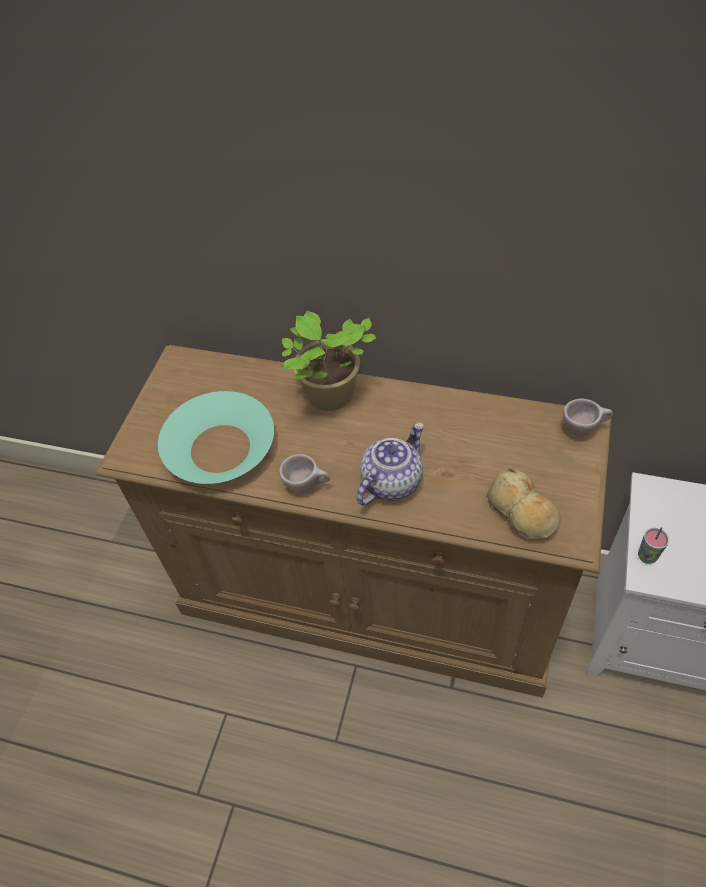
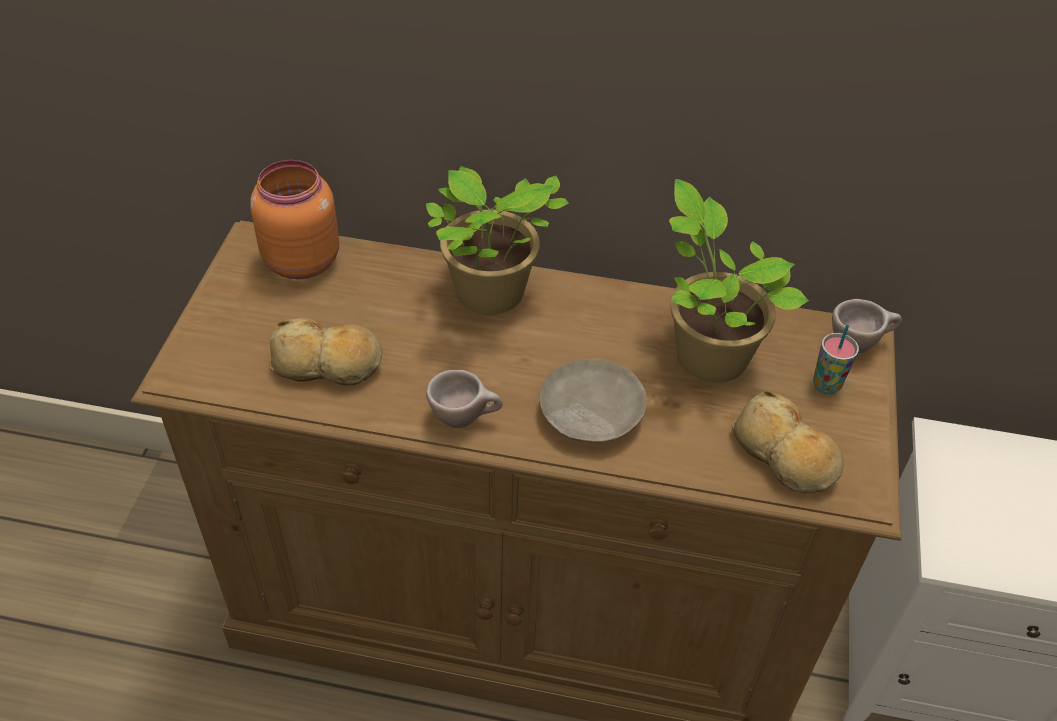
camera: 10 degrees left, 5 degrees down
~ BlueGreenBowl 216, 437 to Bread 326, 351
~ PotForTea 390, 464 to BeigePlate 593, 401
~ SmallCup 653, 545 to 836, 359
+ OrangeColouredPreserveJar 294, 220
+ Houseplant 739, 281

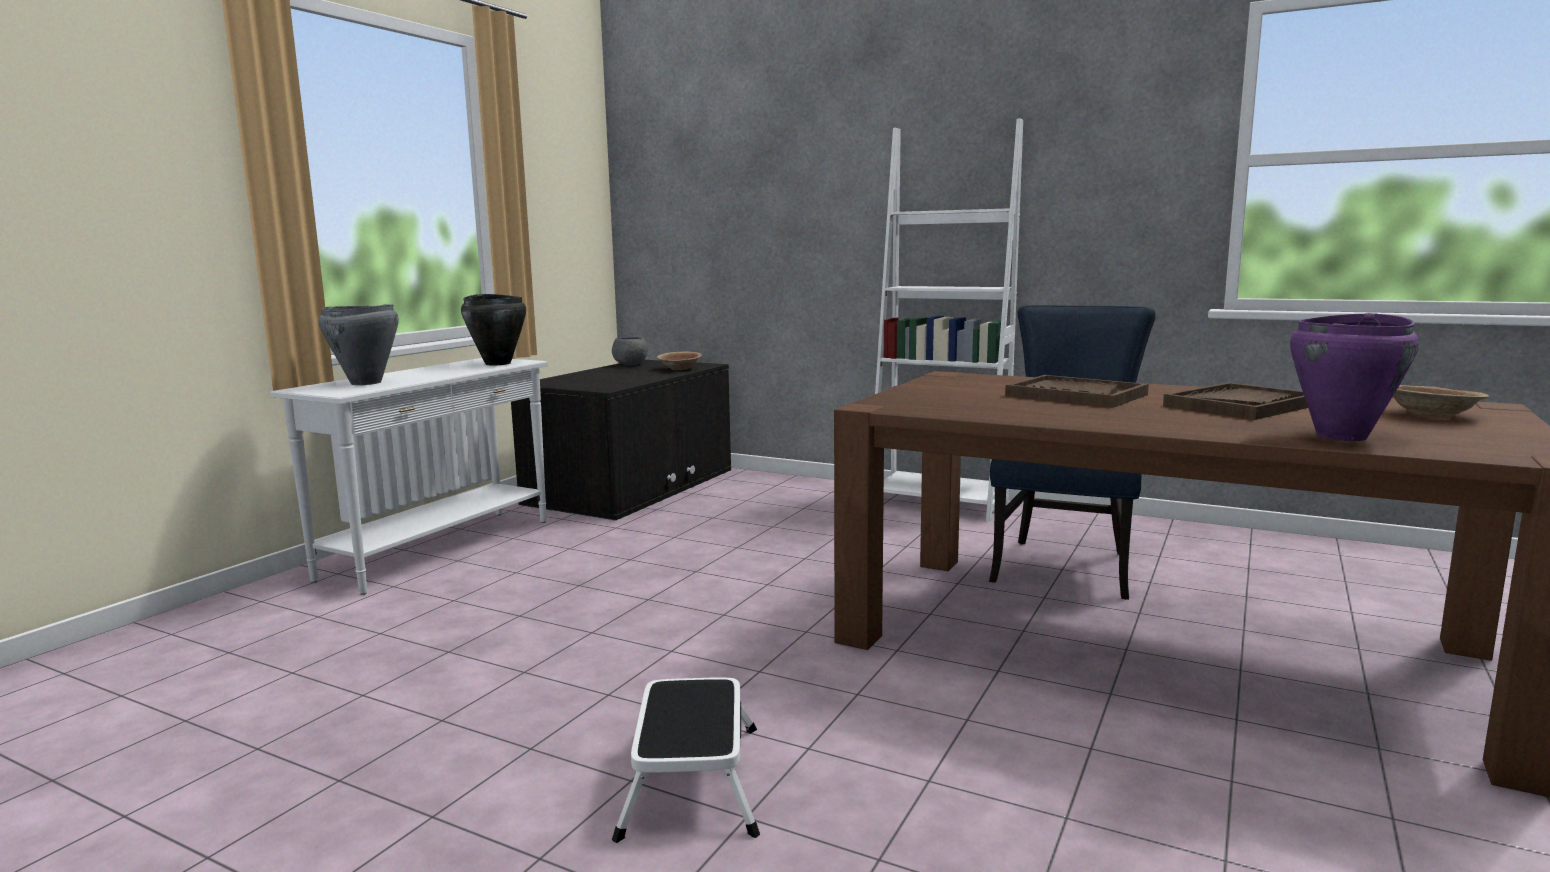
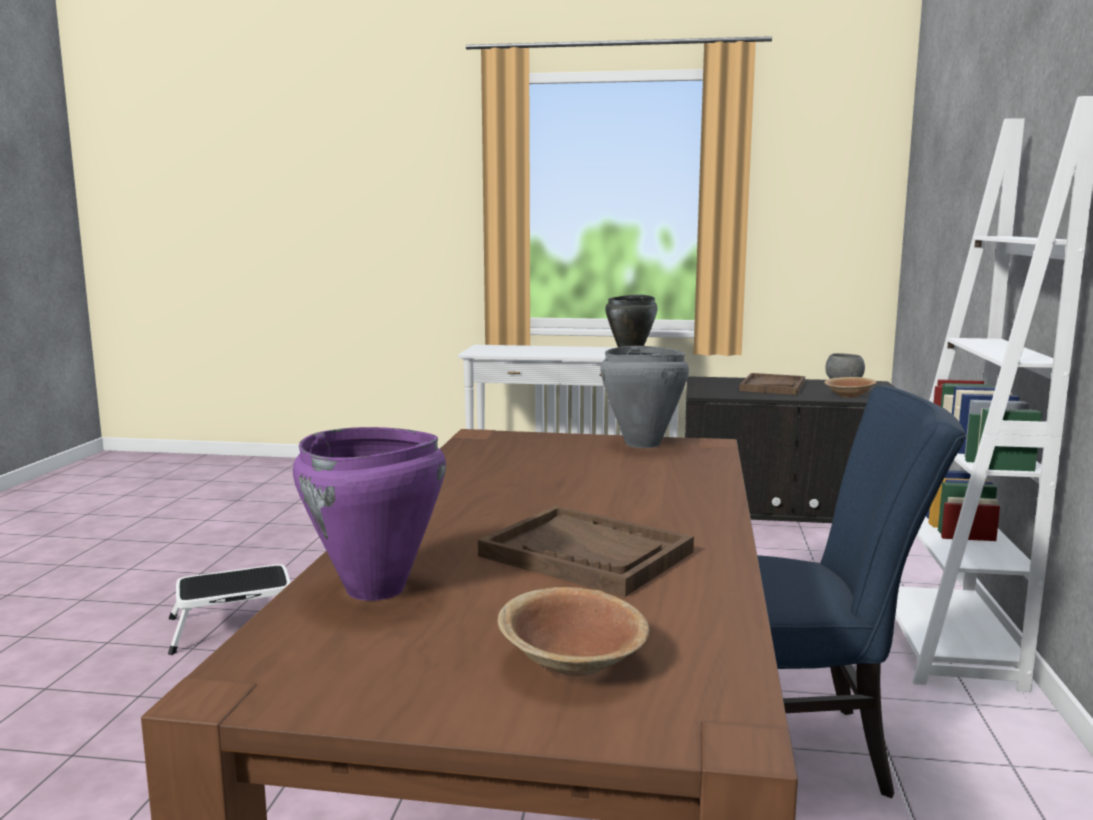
camera: 70 degrees right, 0 degrees up
~ GreyishCookingPot 358, 344 to 644, 396
~ BrownColouredTray 1077, 391 to 772, 384

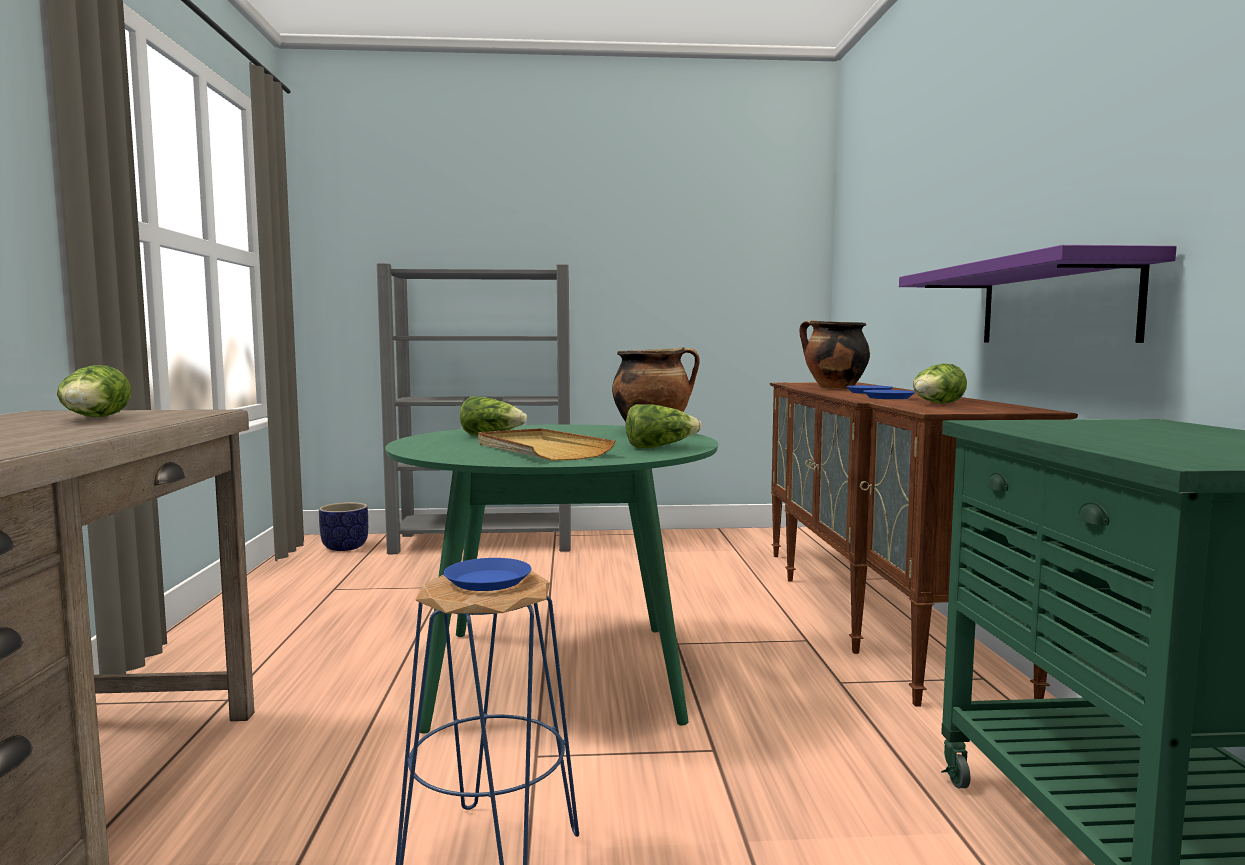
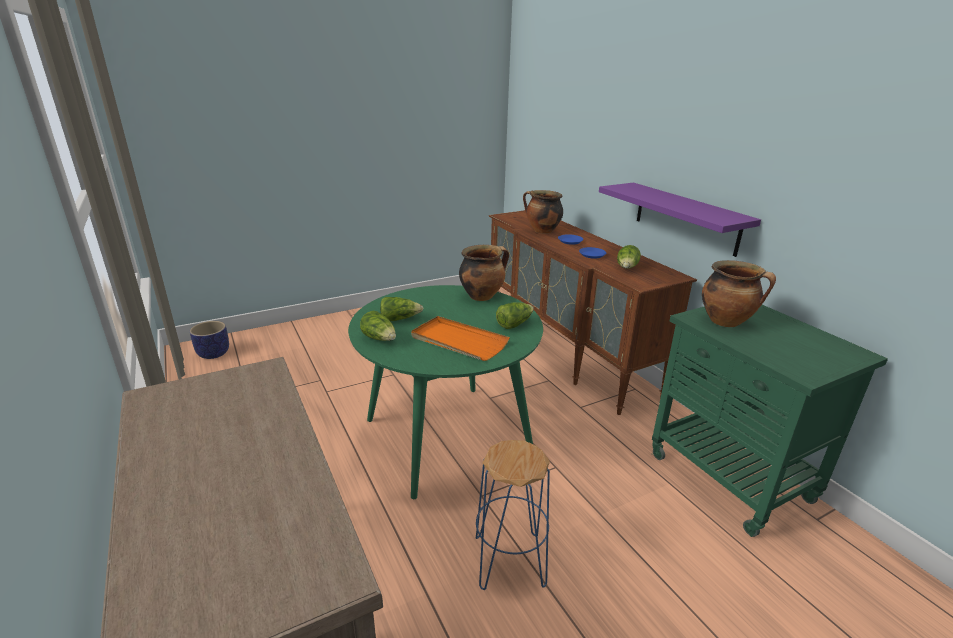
camera: 25 degrees left, 20 degrees up
- GreyishBookcase 474, 408
~ HeadOfLettuce 94, 391 to 378, 326
~ BeigeTray 546, 444 to OrangeColouredTray 460, 338
- BlueColouredPlate 488, 574
+ CookingPot 739, 293

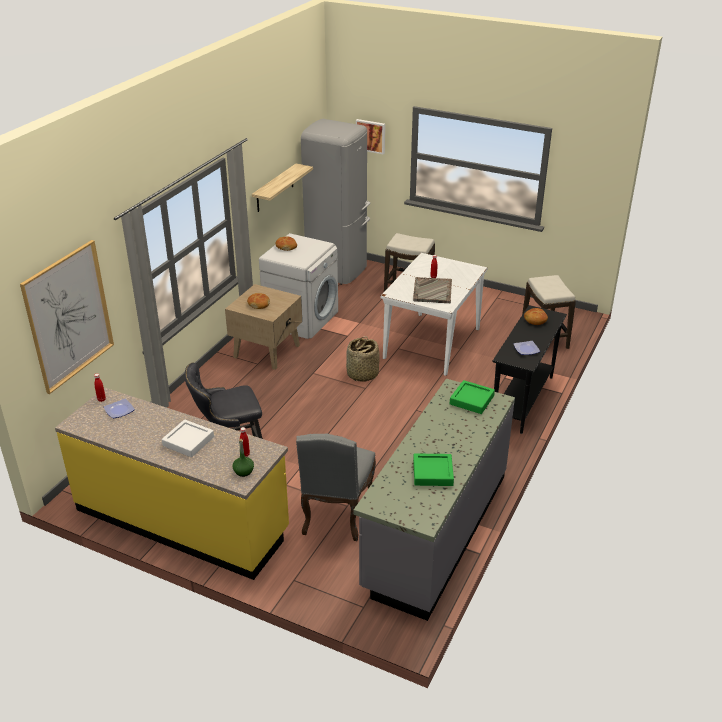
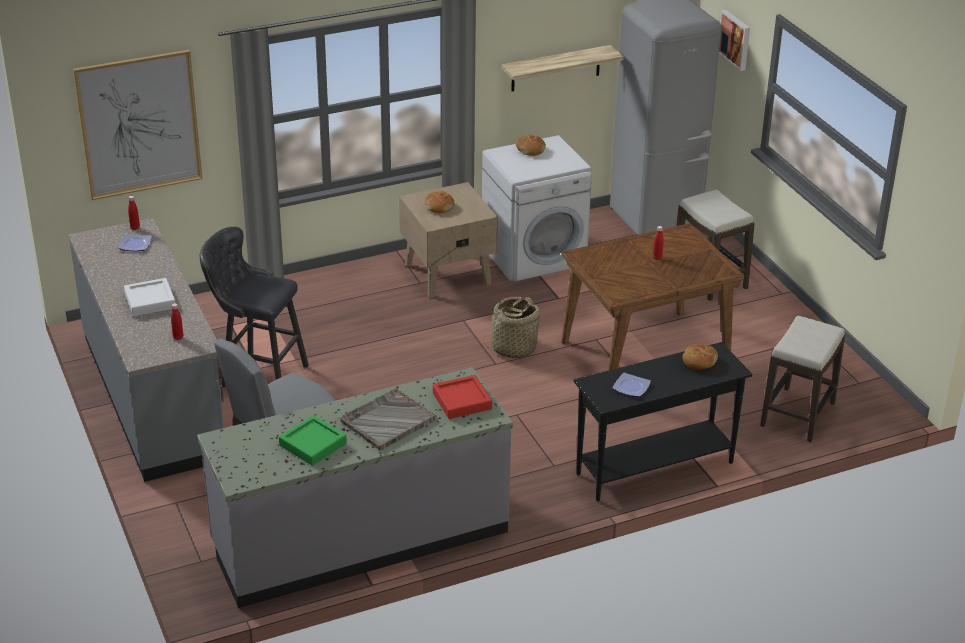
camera: 40 degrees right, 0 degrees up
~ WhitishDiningTable 434, 314 to BrownColouredDiningTable 653, 297
~ GreyishTray 432, 290 to 388, 419
~ GreenTray 472, 397 to RedTray 462, 397
~ YellowKitchenCounter 172, 483 to GreyishKitchenCounter 146, 350
- GreenDrinkBottle 243, 458

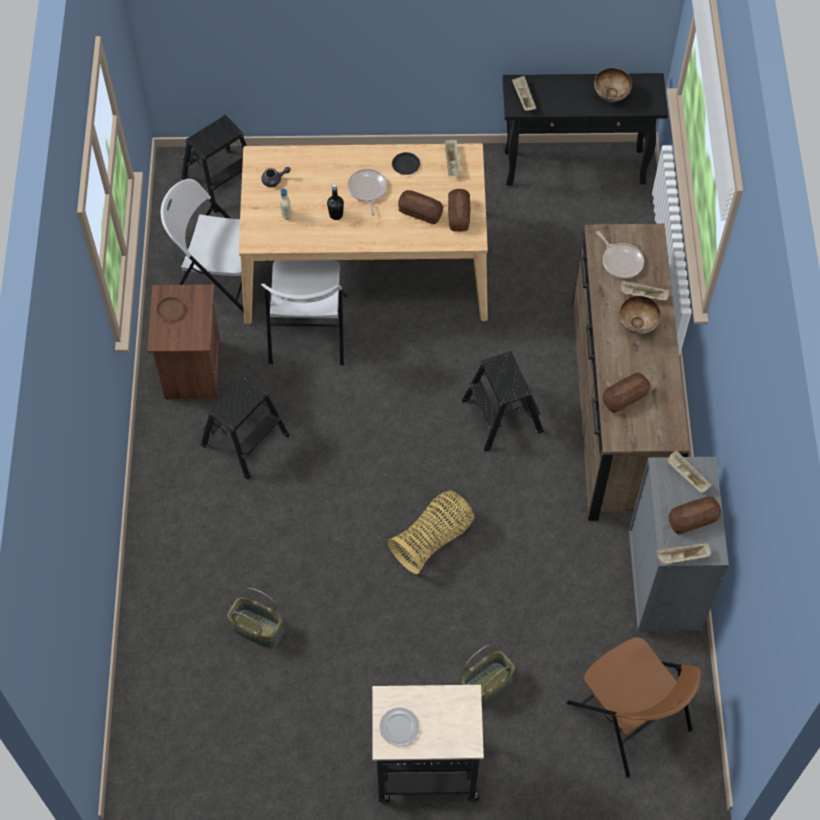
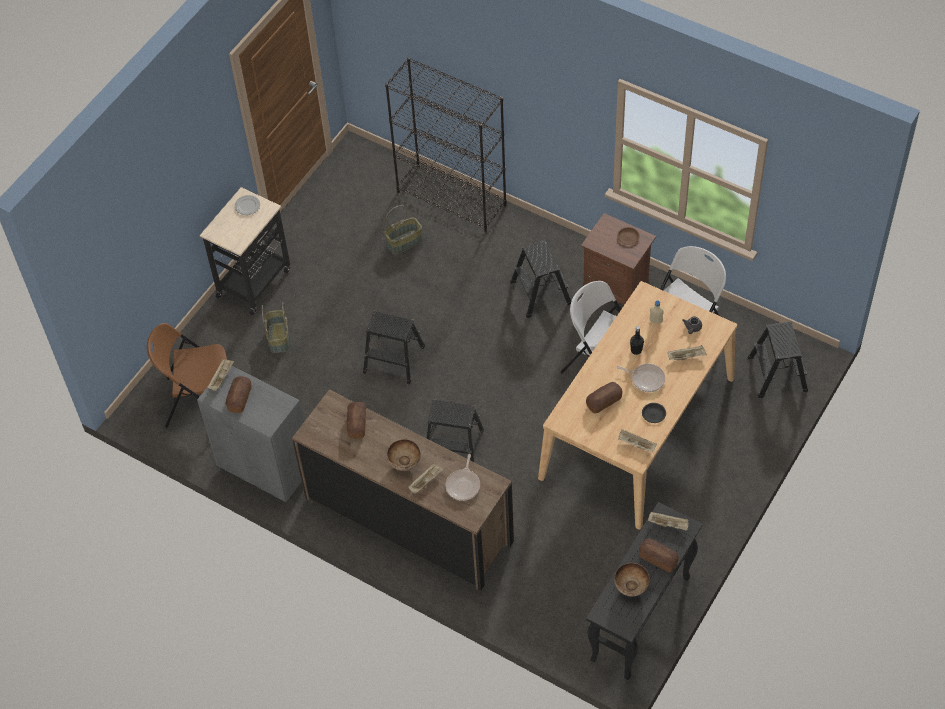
camera: 125 degrees right, 5 degrees down
~ Bread 459, 210 to 659, 555
~ Skillet 620, 255 = 462, 477 75 degrees counterclockwise
~ BeigeTray 689, 471 to 687, 352
~ StorageBasket 431, 532 to BlackColouredStepladder 394, 348
+ BlackColouredBookcase 445, 144

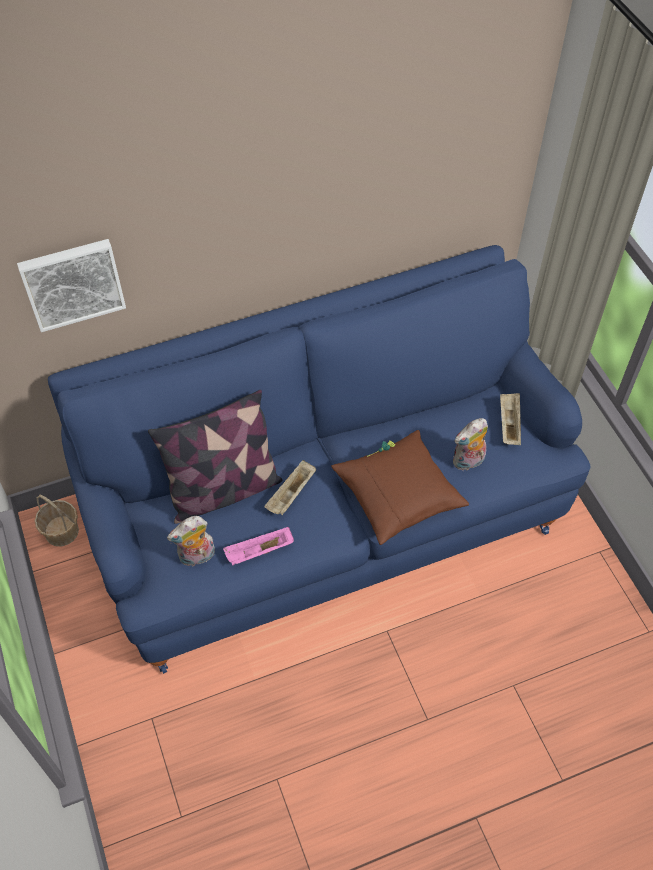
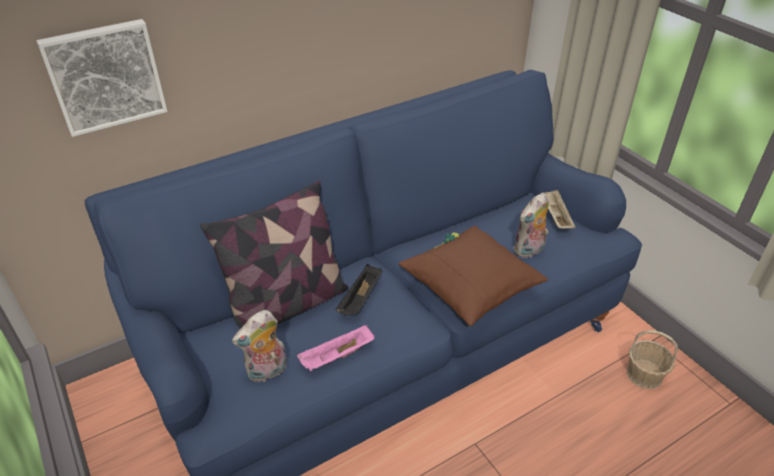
camera: 10 degrees left, 15 degrees down
~ BeigeTray 290, 487 to BlackColouredTray 359, 290
~ StorageBasket 57, 520 to 652, 359

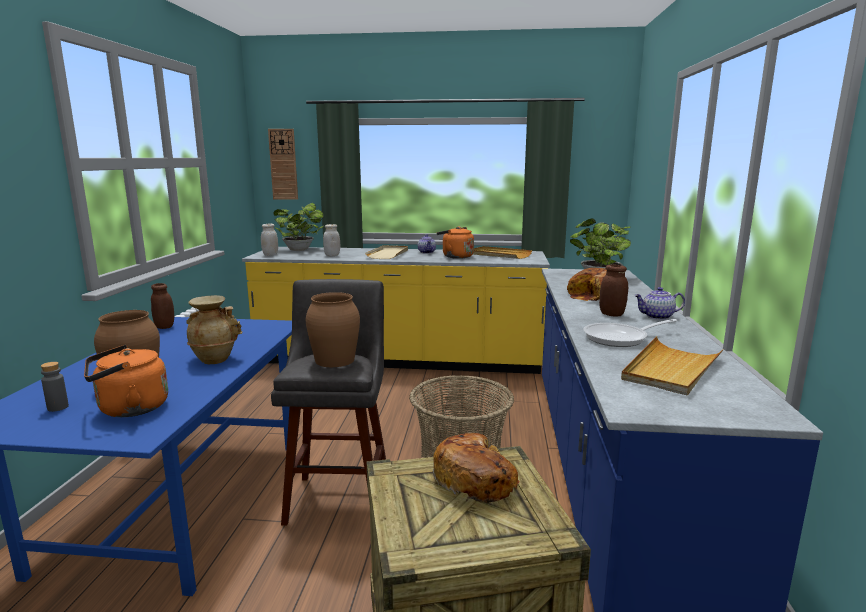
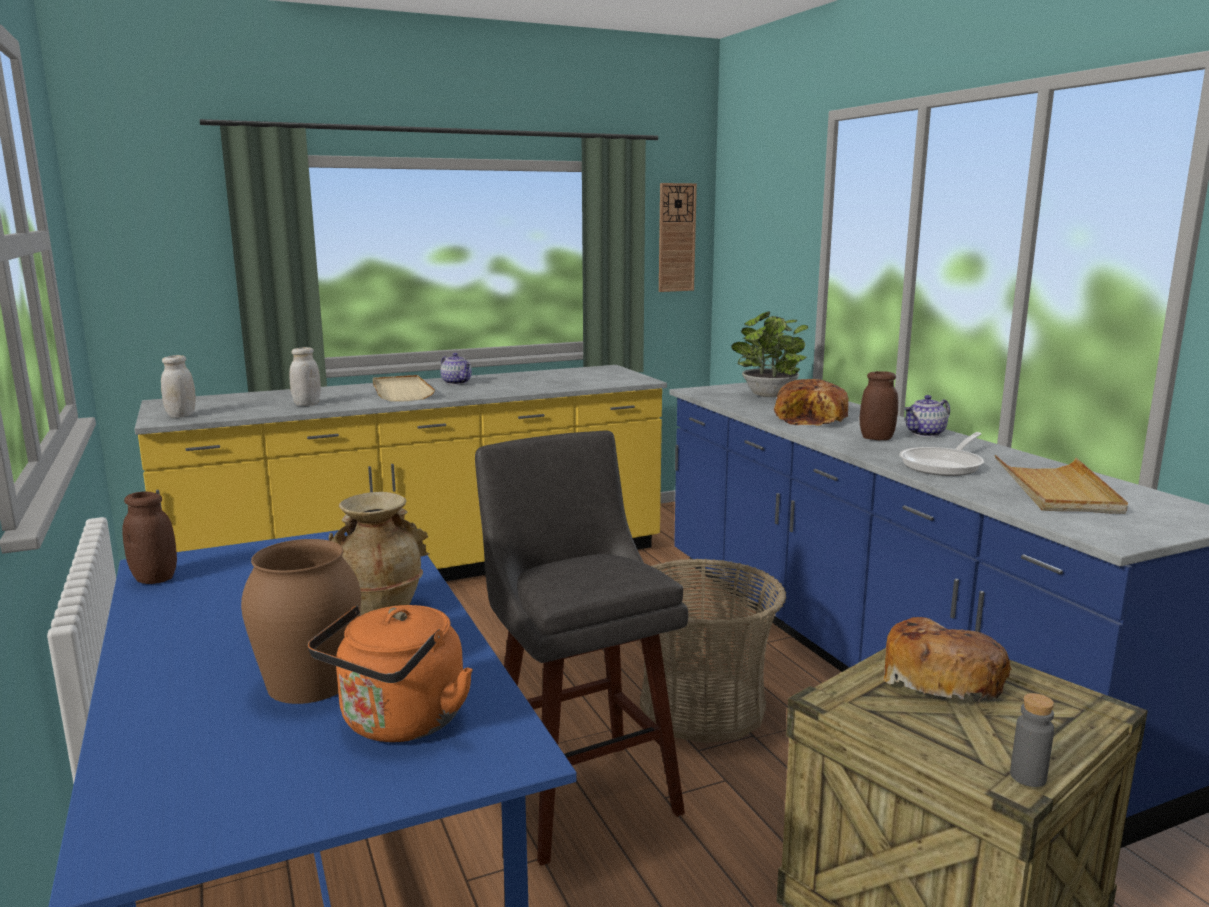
camera: 30 degrees left, 0 degrees up
~ ClockOnTheWall 283, 164 to 678, 237
- Houseplant 299, 227
- OrangeColouredWaterKettle 455, 242
- BeigeTray 502, 252
- BrownColouredDecorativeVase 333, 329
~ GreyishDrinkBottle 55, 387 to 1032, 740

